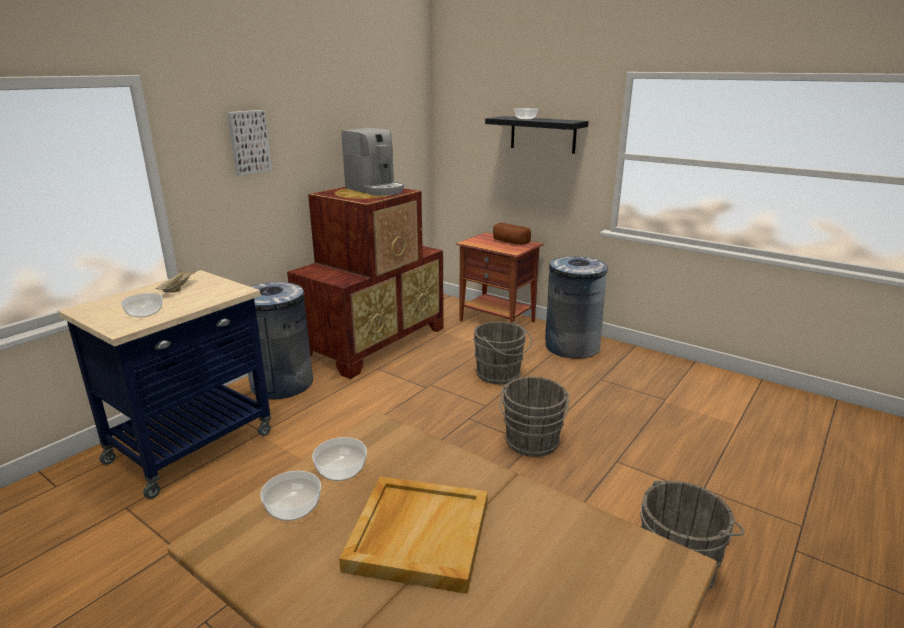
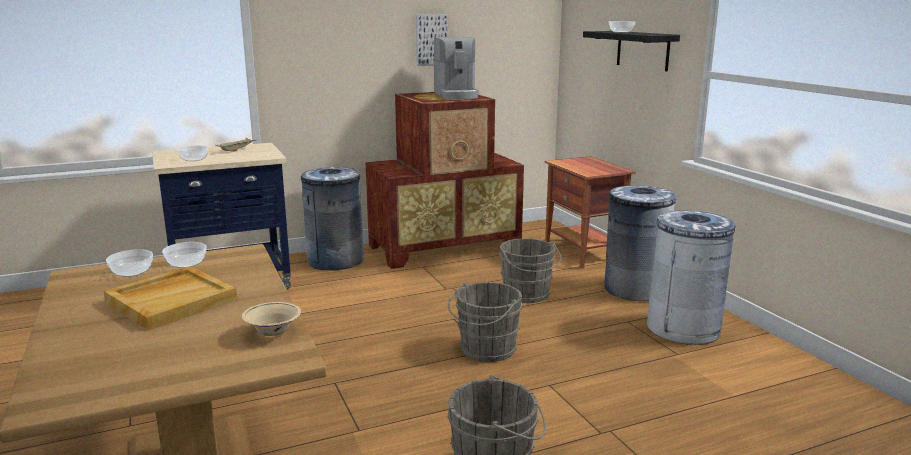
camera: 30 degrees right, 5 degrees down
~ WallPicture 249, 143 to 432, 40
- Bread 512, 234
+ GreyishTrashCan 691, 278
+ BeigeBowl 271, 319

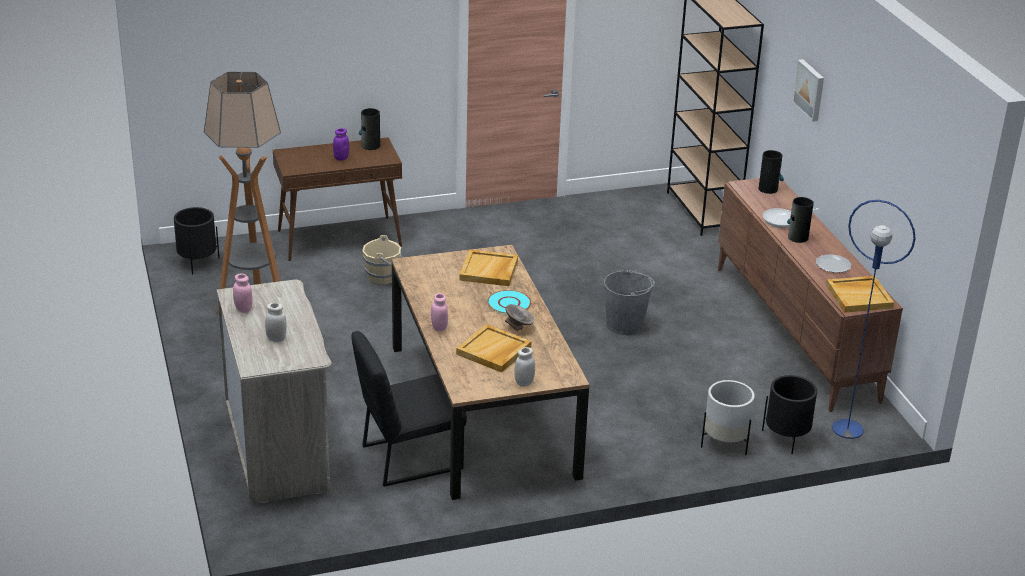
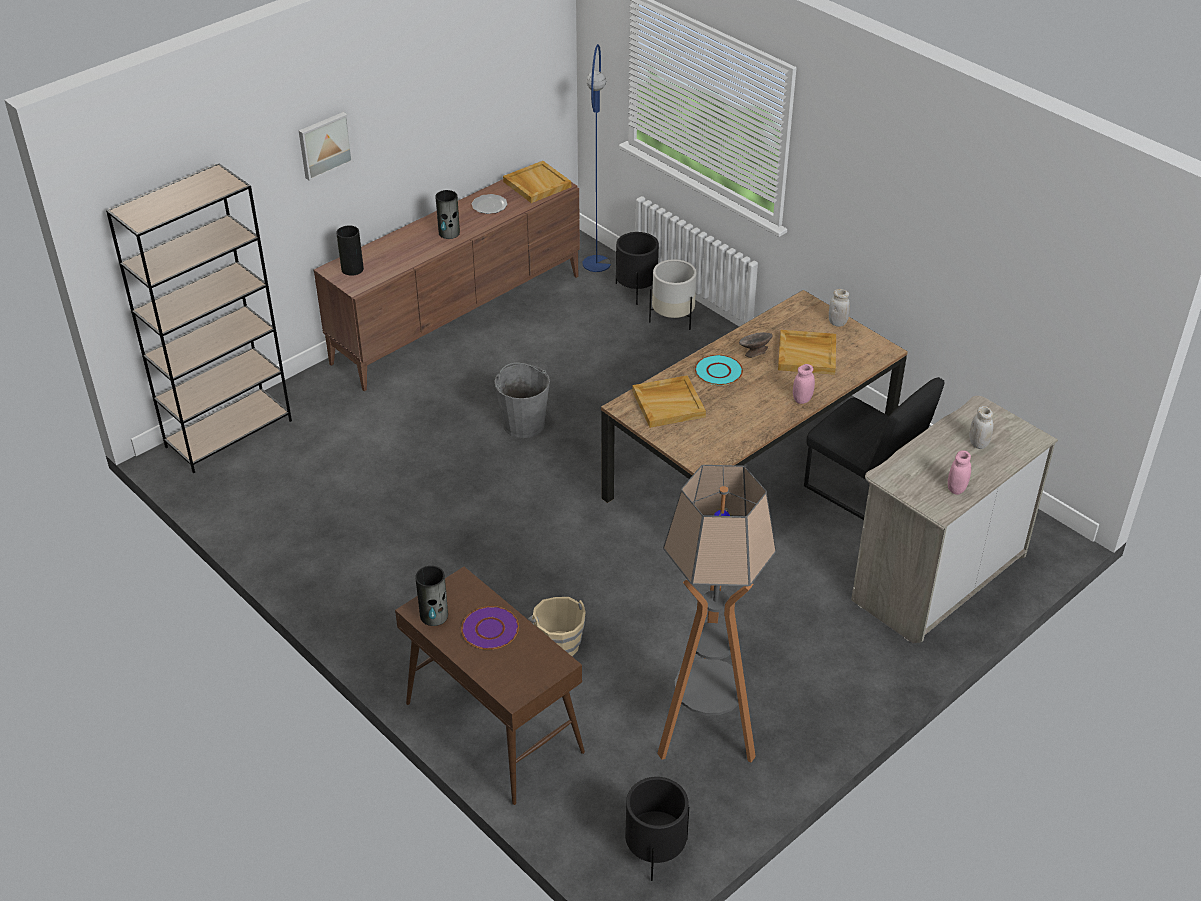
camera: 115 degrees left, 10 degrees up
~ PurplishPreserveJar 341, 144 to PurplishPlate 490, 628
- Skillet 791, 218

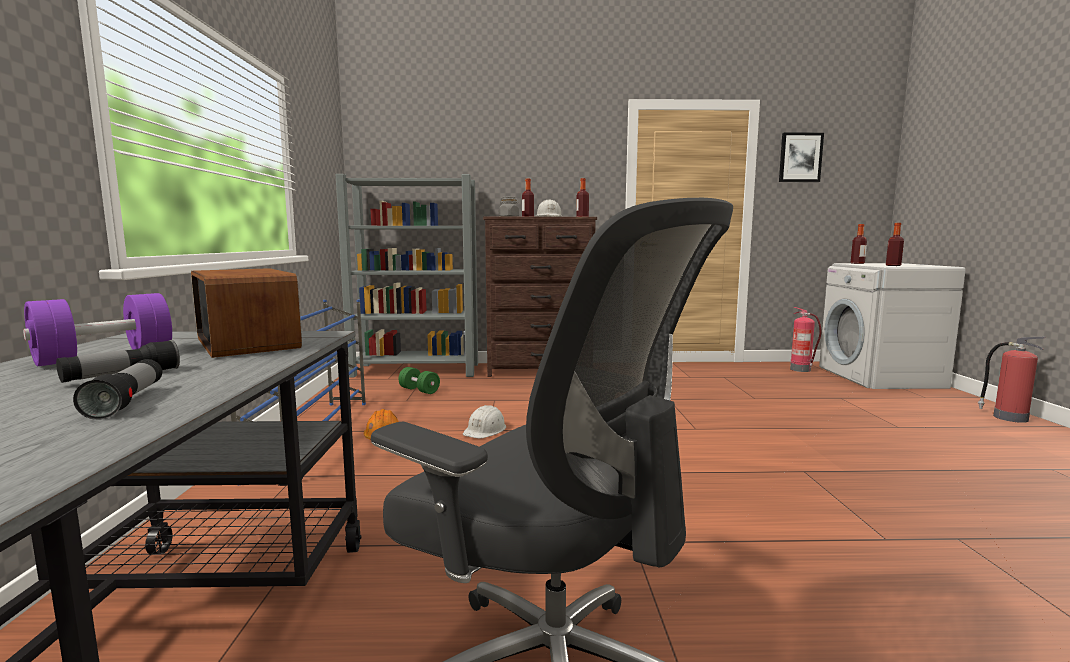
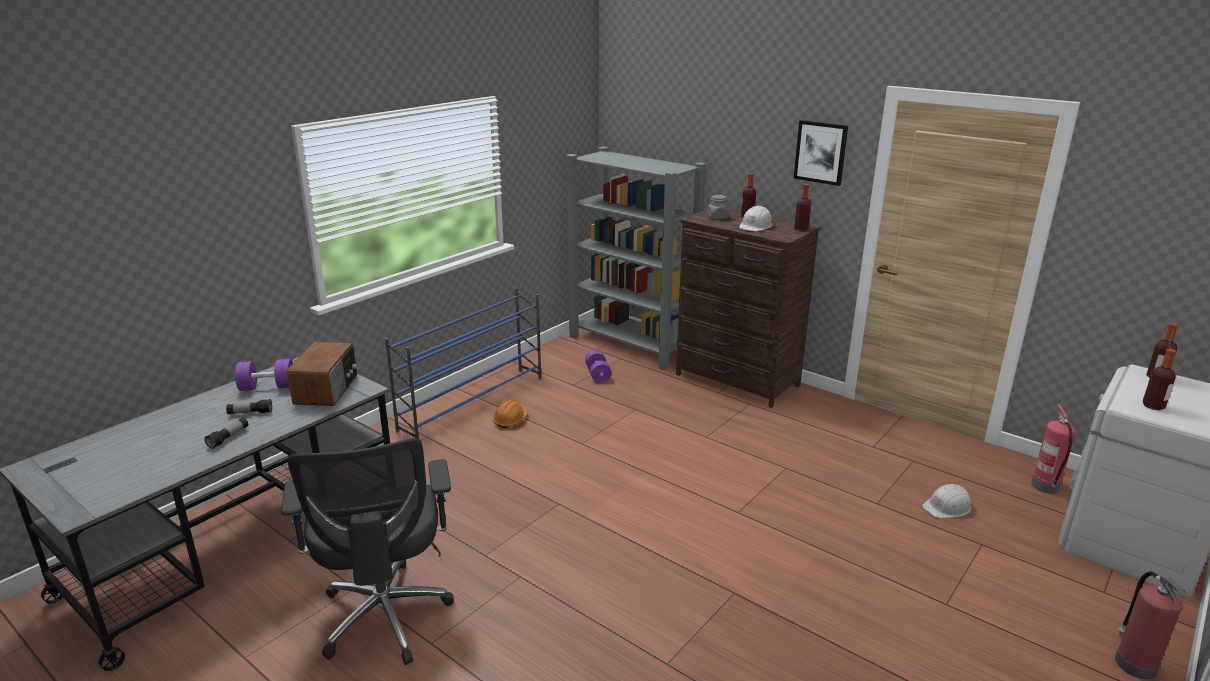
camera: 40 degrees right, 15 degrees up
~ WallPicture 801, 157 to 821, 153
~ GreenHandWeight 419, 380 to PurplishHandWeight 598, 366
~ WhitishSafetyHelmet 484, 422 to 946, 501

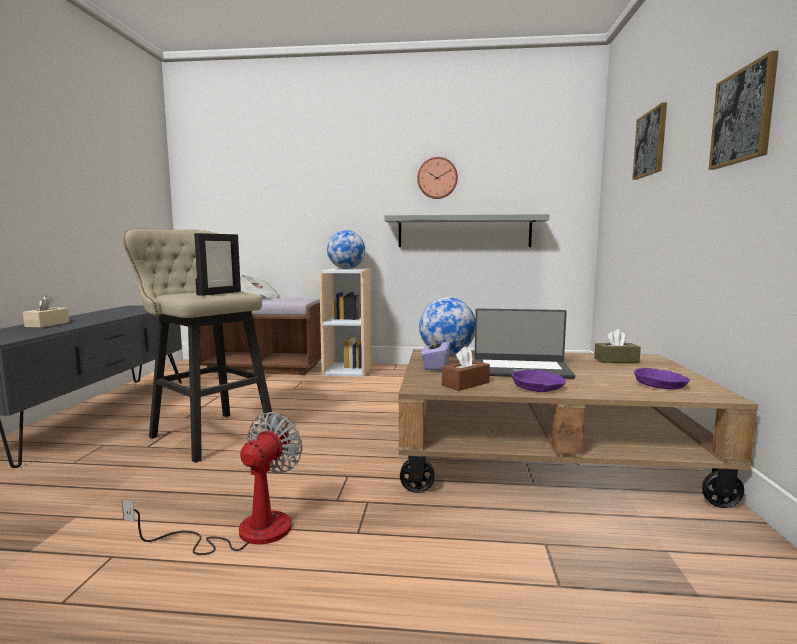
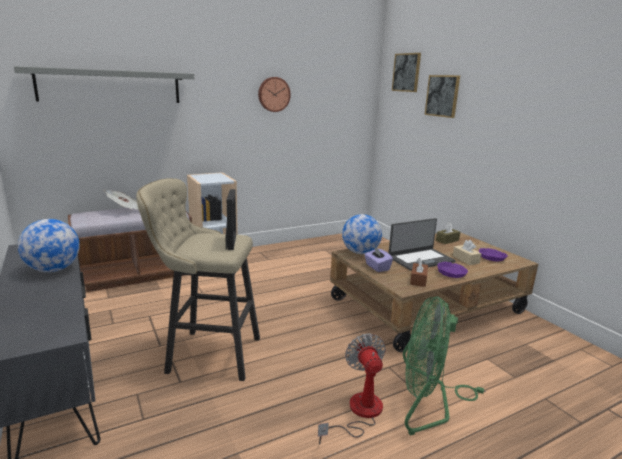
camera: 35 degrees left, 10 degrees up
~ WallPicture 744, 110 to 406, 72
~ GreyishBracketShelf 466, 230 to 104, 84
~ WorldGlobe 346, 249 to 49, 245
~ BeigeTissueBox 46, 311 to 467, 252
+ GreenFan 444, 366

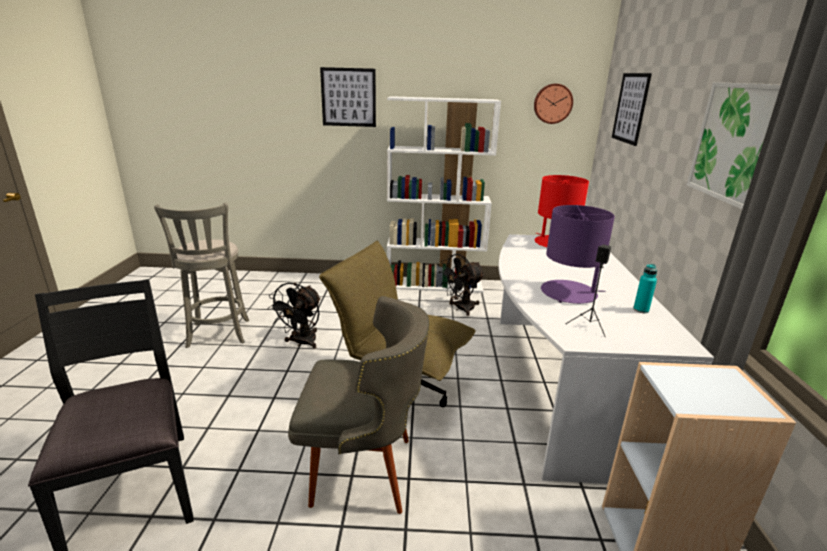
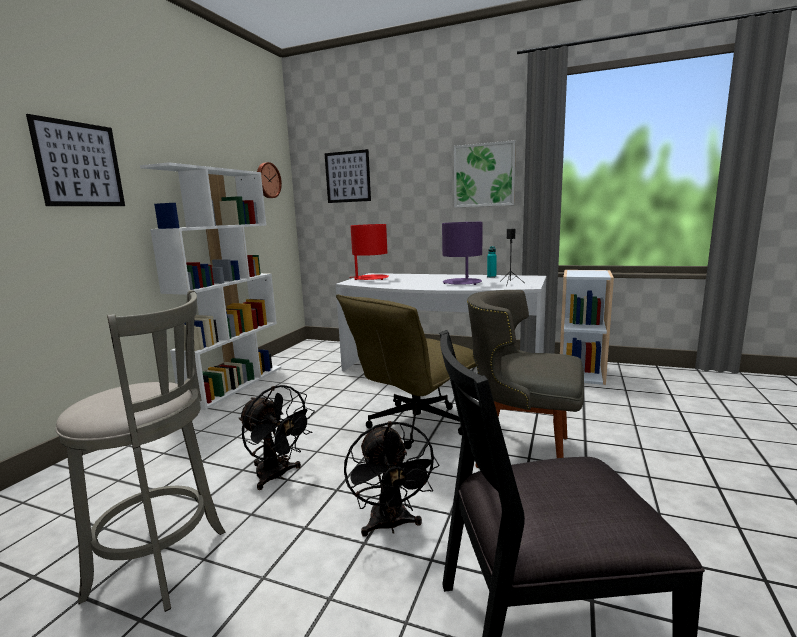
camera: 70 degrees left, 10 degrees down
~ BlackColouredFan 462, 285 to 391, 479
~ GreyishUprightChair 358, 405 = 525, 379 90 degrees counterclockwise

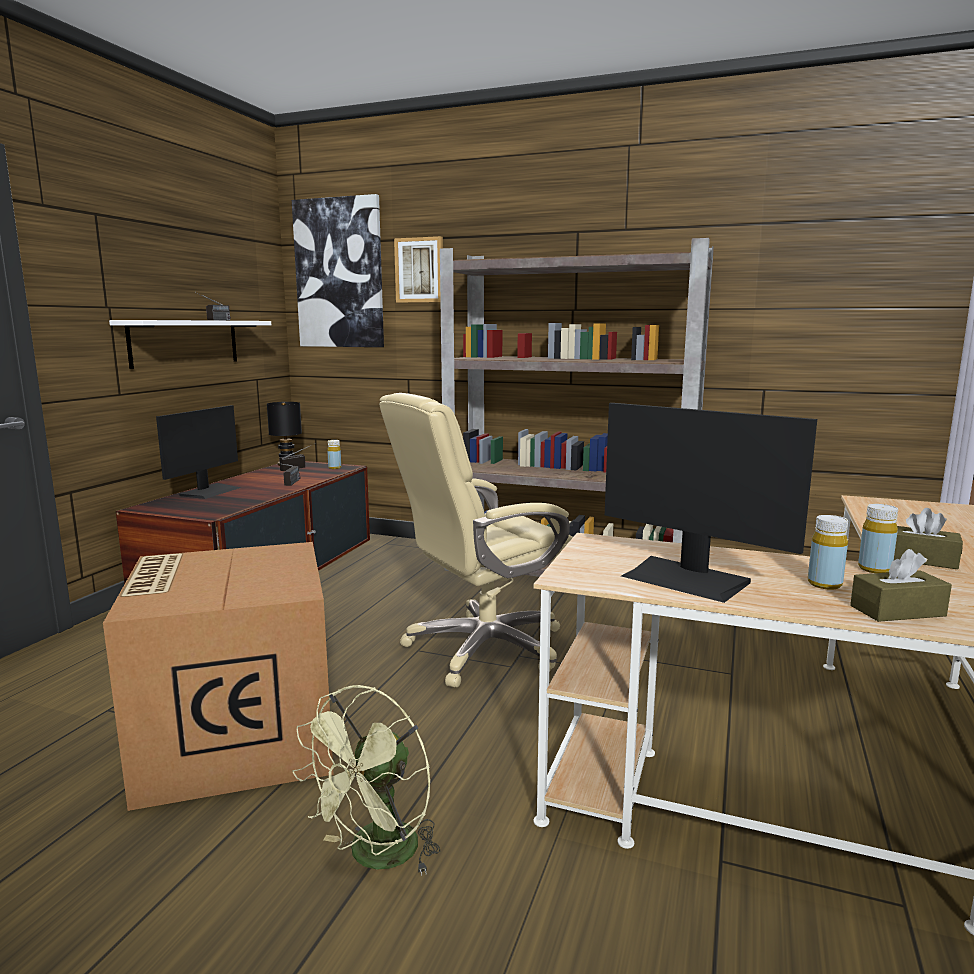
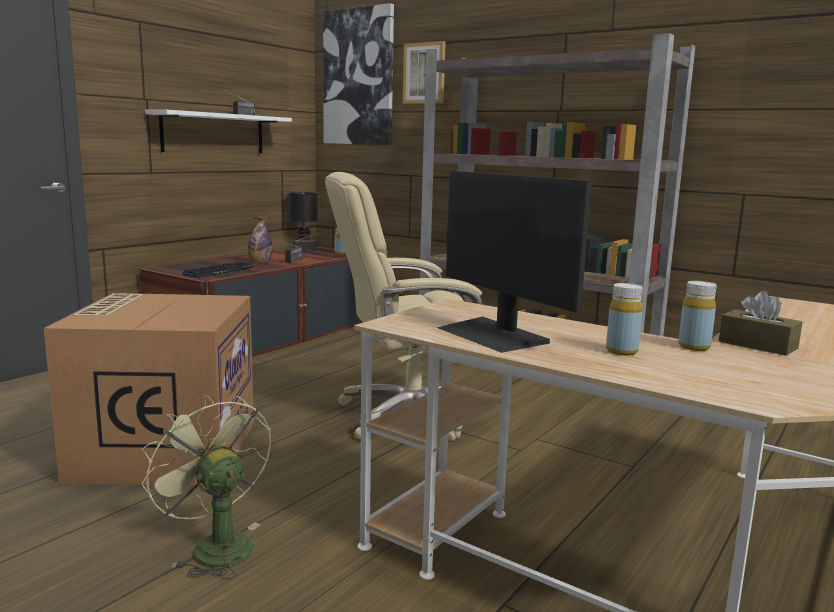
camera: 15 degrees right, 0 degrees up
- ComputerScreen 199, 452
- BrownColouredTissueBox 901, 585
~ GreenFan 366, 780 = 206, 486 90 degrees clockwise
+ DrinkBottle 260, 240
+ PcKeyboard 218, 270

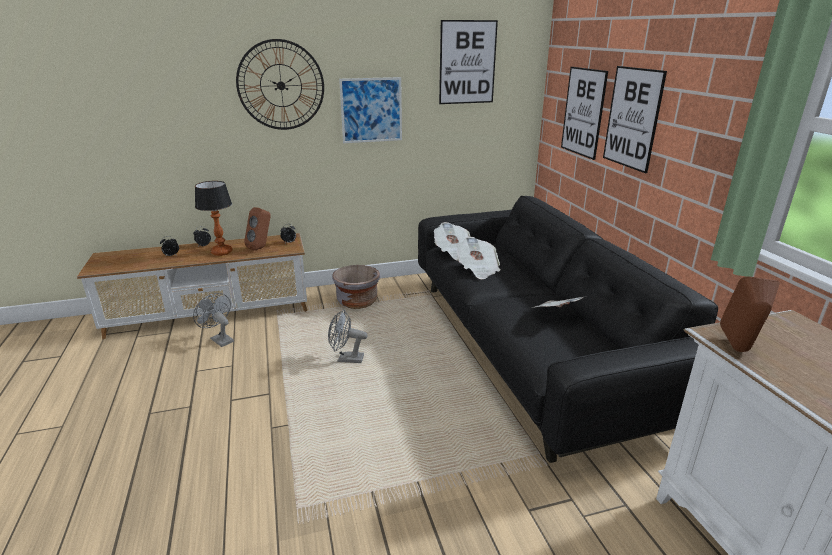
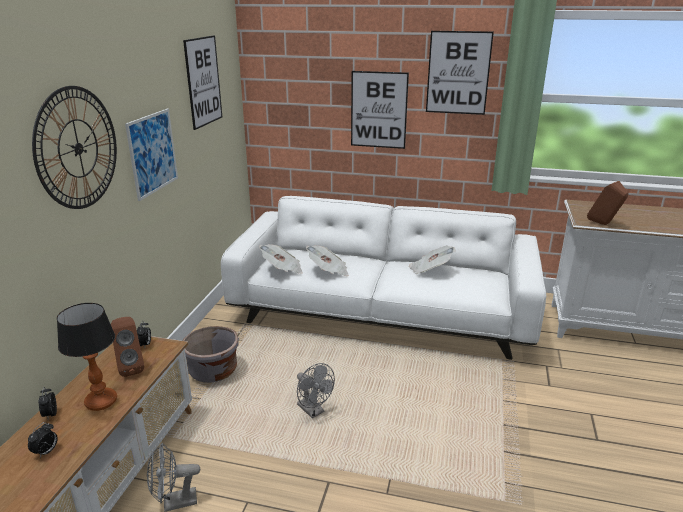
camera: 60 degrees left, 0 degrees up
~ WallPicture 584, 113 to 460, 73
~ BlackColouredCouch 568, 329 to WhitishCouch 383, 278
~ GreyishFan 348, 336 = 316, 390 75 degrees counterclockwise

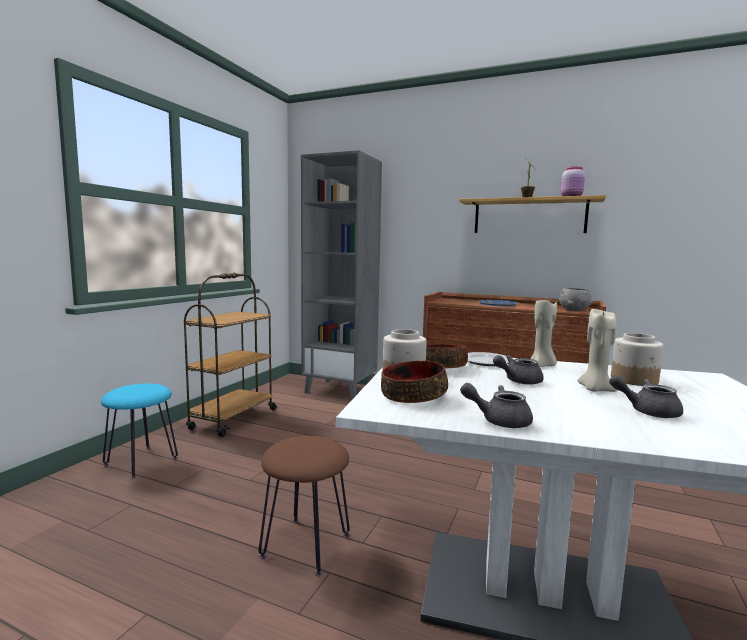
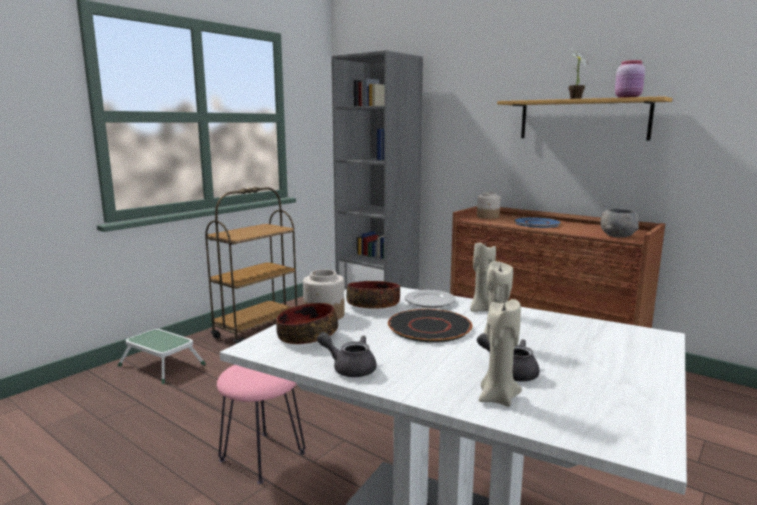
camera: 15 degrees right, 5 degrees up
~ PreserveJar 637, 359 to 488, 205
~ GreyishPotForTea 518, 370 to BlackColouredPlate 430, 326
~ BlueGreenStoolSeat 139, 430 to GreenStepladder 162, 356
~ BrownColouredStoolSeat 304, 506 to PinkishStoolSeat 261, 424
+ BeigeCandle 500, 353

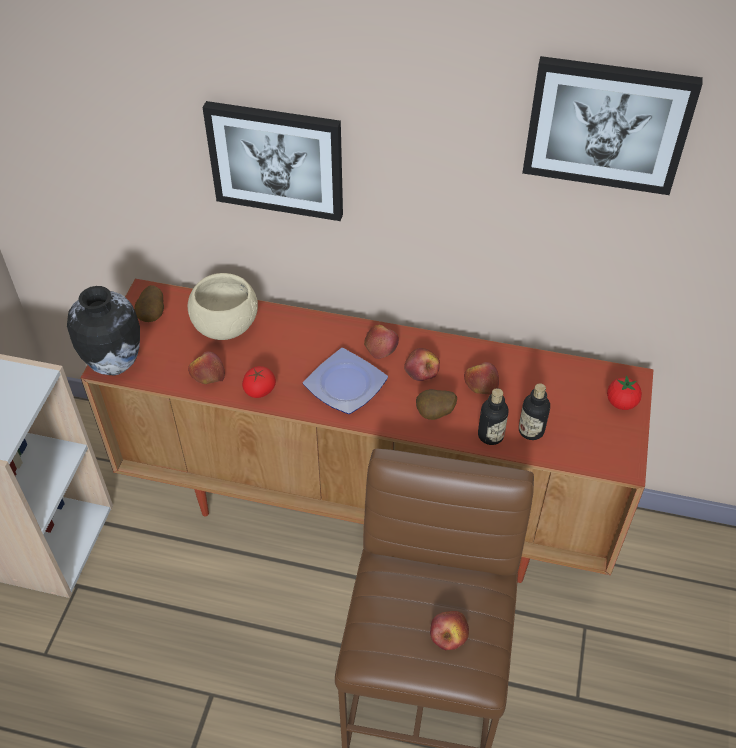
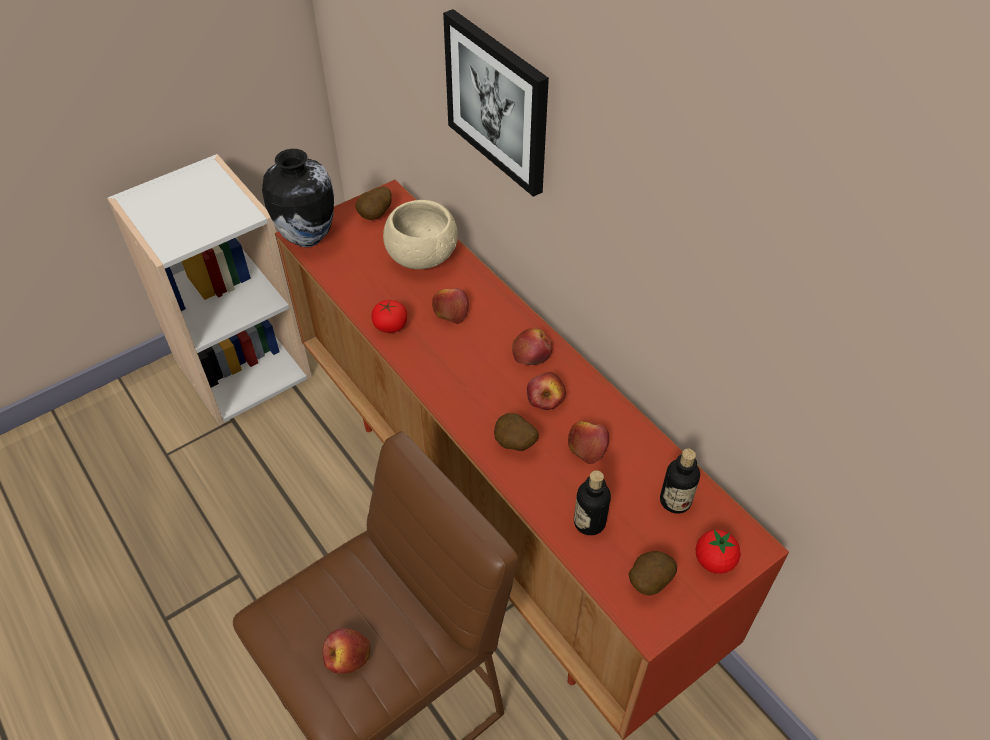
camera: 40 degrees right, 0 degrees up
- WallPicture 612, 125
- Plate 345, 381
~ AppleFruit 206, 367 to 450, 306
~ DrinkBottle 493, 416 to 680, 481
+ Potato 652, 573

